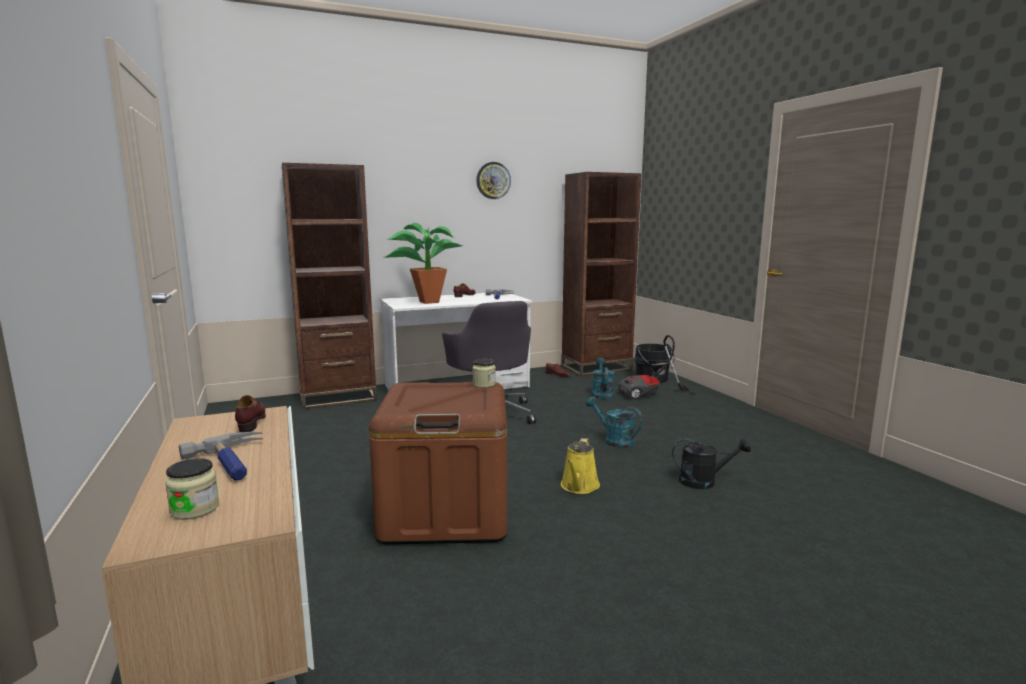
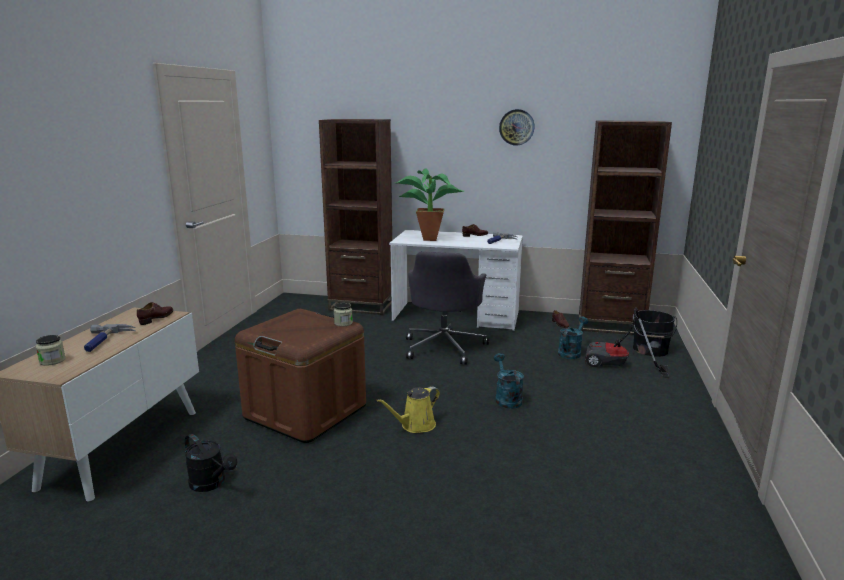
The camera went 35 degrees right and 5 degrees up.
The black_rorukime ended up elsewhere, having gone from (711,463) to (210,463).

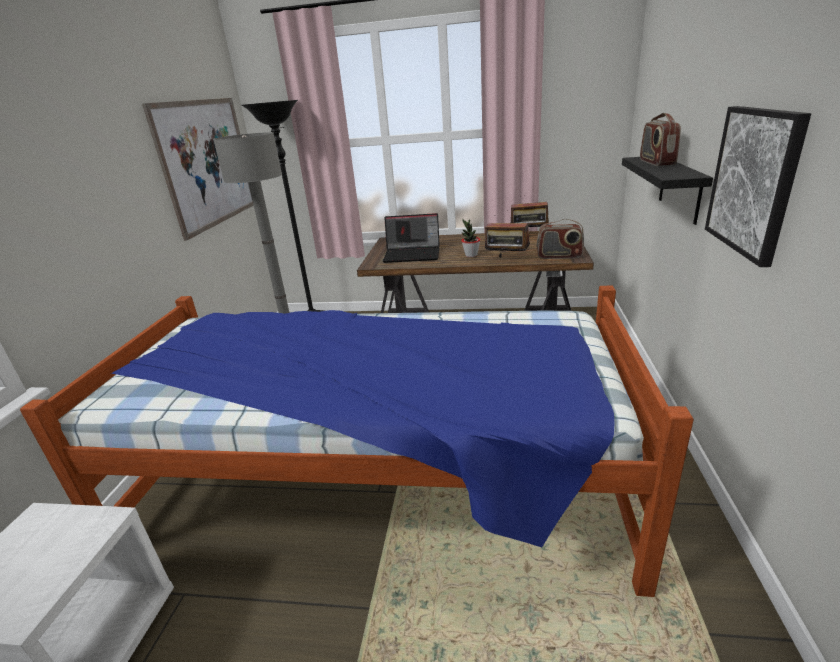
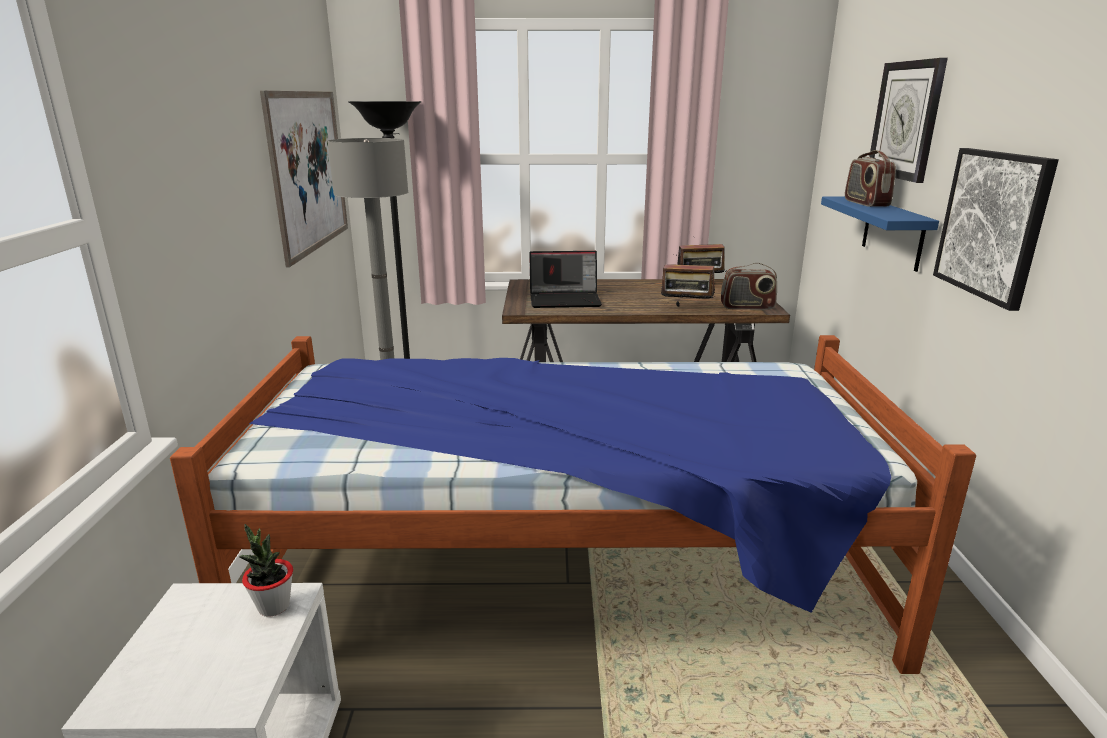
The camera went 10 degrees left and 5 degrees down.
What was the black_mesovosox at (667,191) turned into the blue_mesovosox at (880,234).
The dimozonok ended up elsewhere, having gone from (470,238) to (266,570).
The second view gained the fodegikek at (908,120).

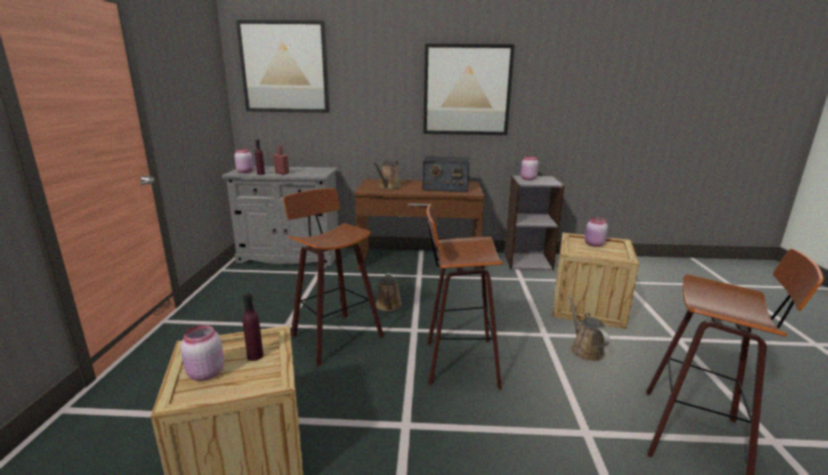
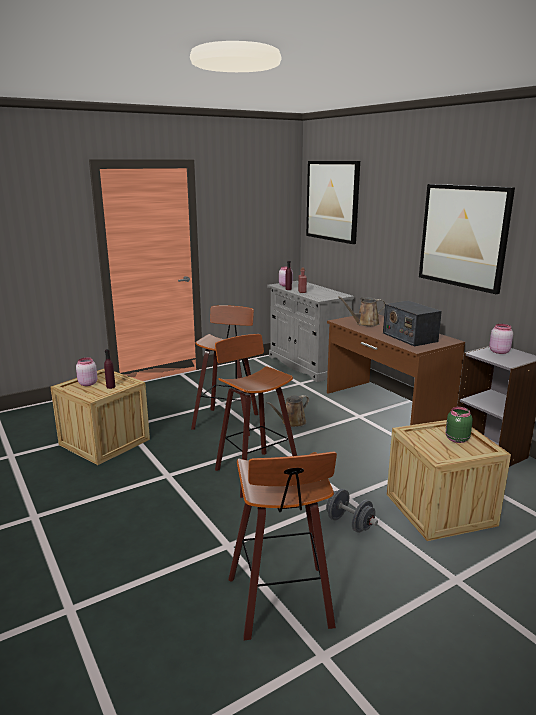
The camera went 55 degrees right and 0 degrees up.
What was the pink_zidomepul at (596,232) turned into the green_zidomepul at (459,425).
Where the brown_rorukime stood at (589,328), the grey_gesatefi came to stand at (351,511).

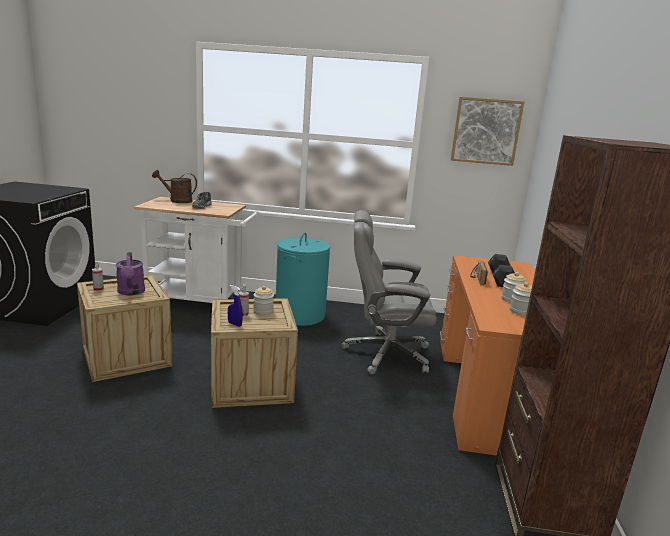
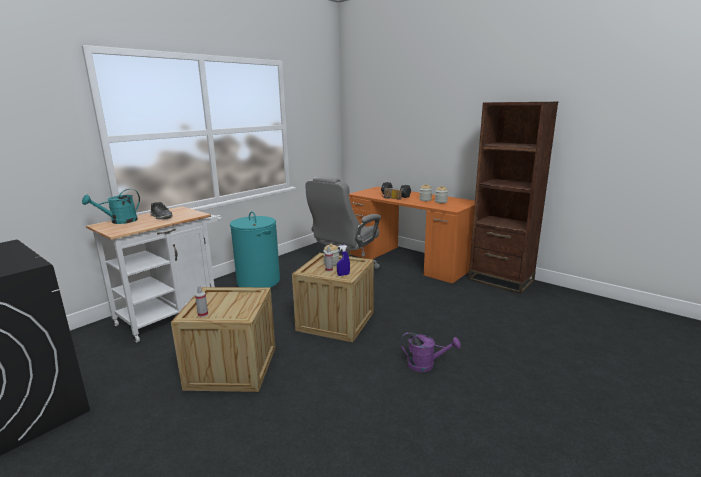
The camera went 55 degrees left and 0 degrees up.
The second view lost the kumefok at (487,131).
What was the brown_rorukime at (174,186) turned into the turquoise_rorukime at (111,206).
The purple_rorukime ended up elsewhere, having gone from (130,274) to (431,352).

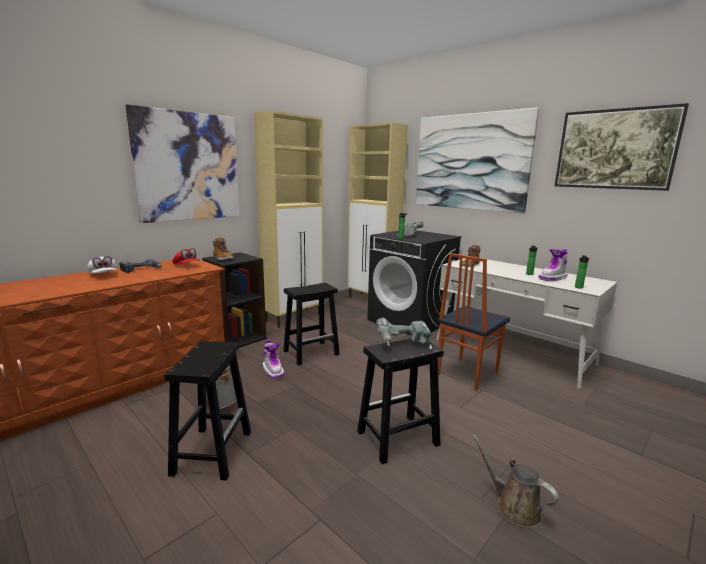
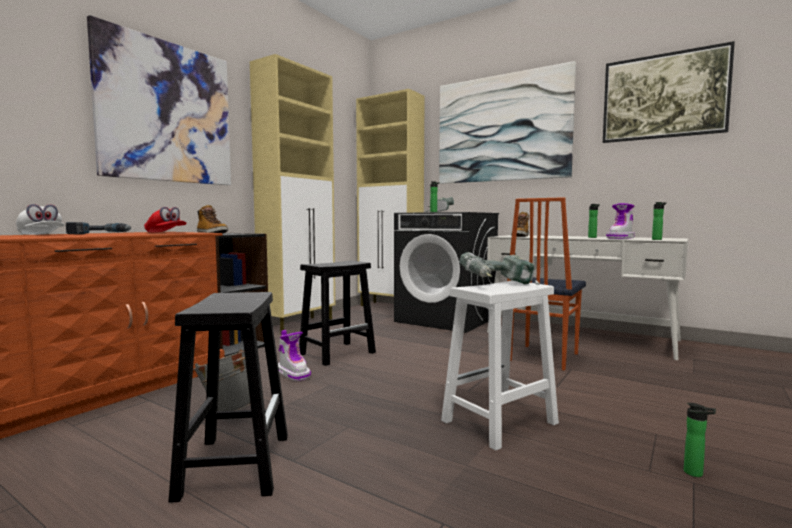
The camera went 10 degrees left and 10 degrees down.
What was the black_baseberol at (400,401) turned into the white_baseberol at (500,366).
Where the brown_rorukime stood at (515,481), the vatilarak came to stand at (700,440).

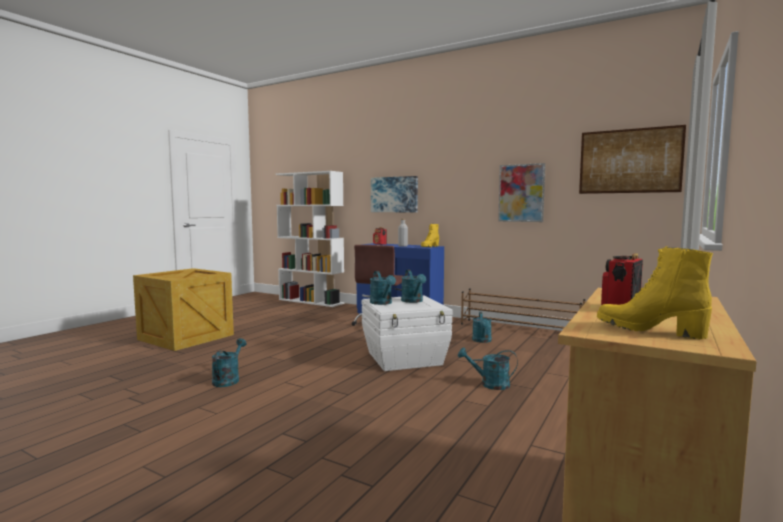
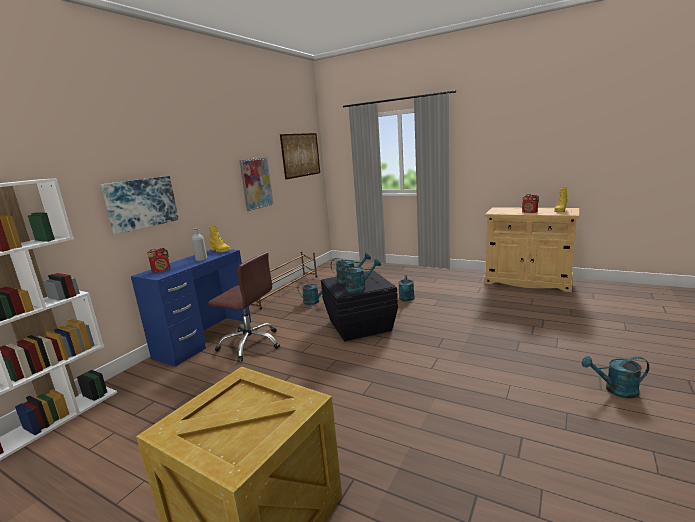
The camera went 90 degrees left and 10 degrees up.
What was the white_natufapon at (407,333) turned into the black_natufapon at (359,305).
The turquoise_rorukime ended up elsewhere, having gone from (229,362) to (615,377).

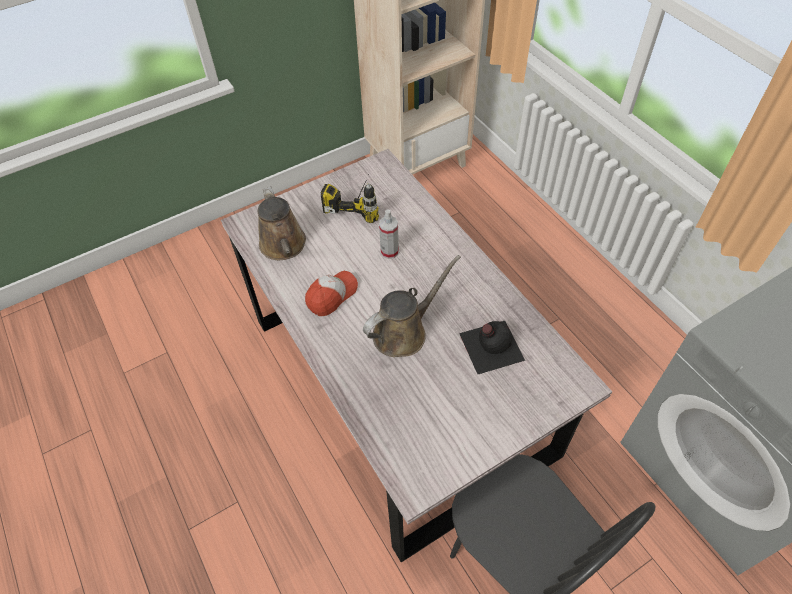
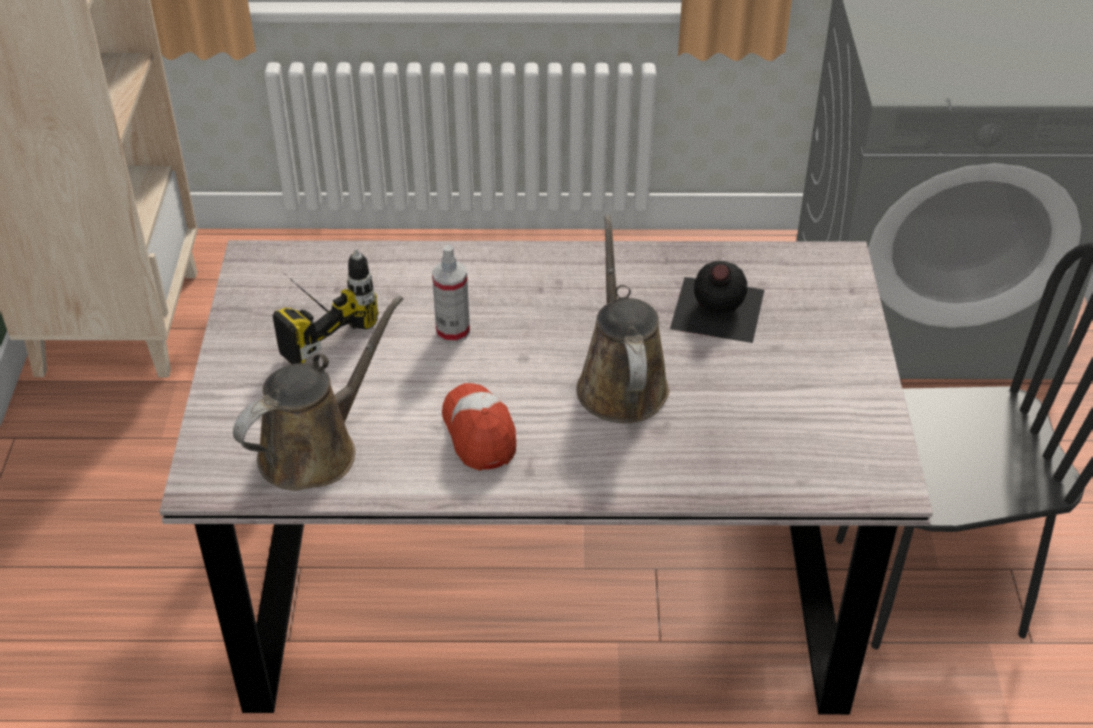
The camera went 60 degrees left and 10 degrees down.
The brown_rorukime at (282,223) ended up facing another way, 60 degrees counterclockwise from before.

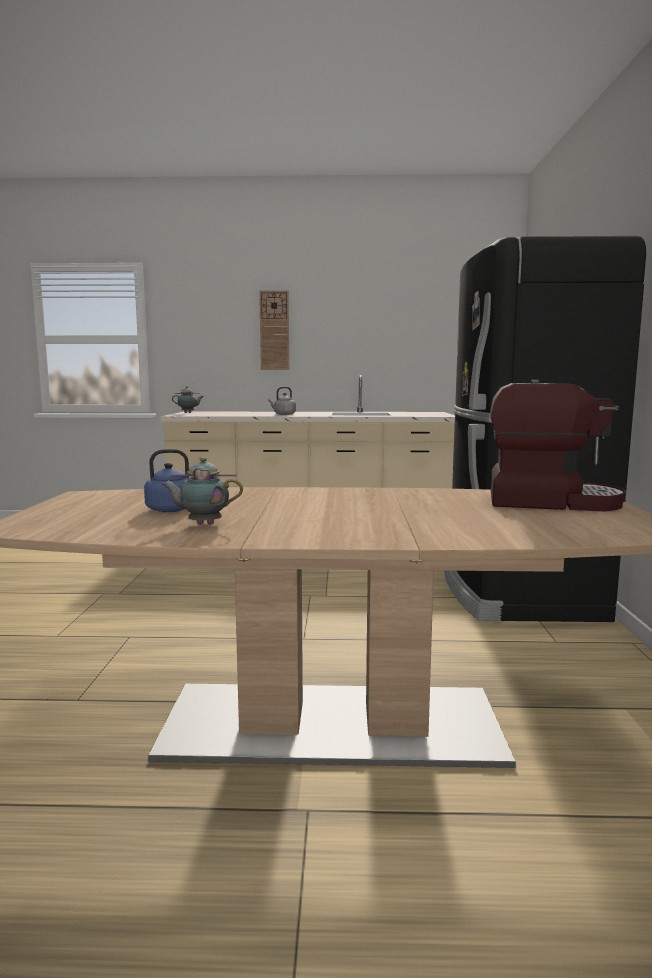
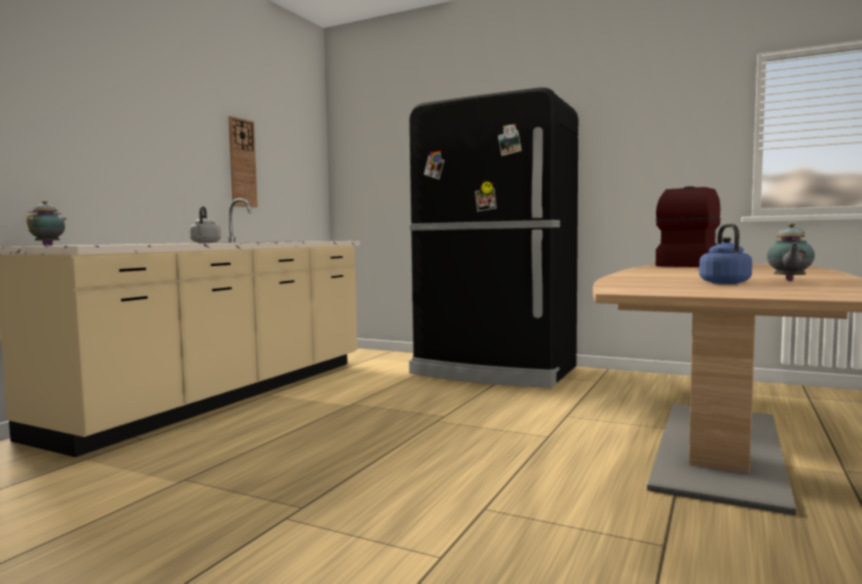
The camera went 65 degrees left and 5 degrees down.
The fodegikek ended up elsewhere, having gone from (274,330) to (243,162).

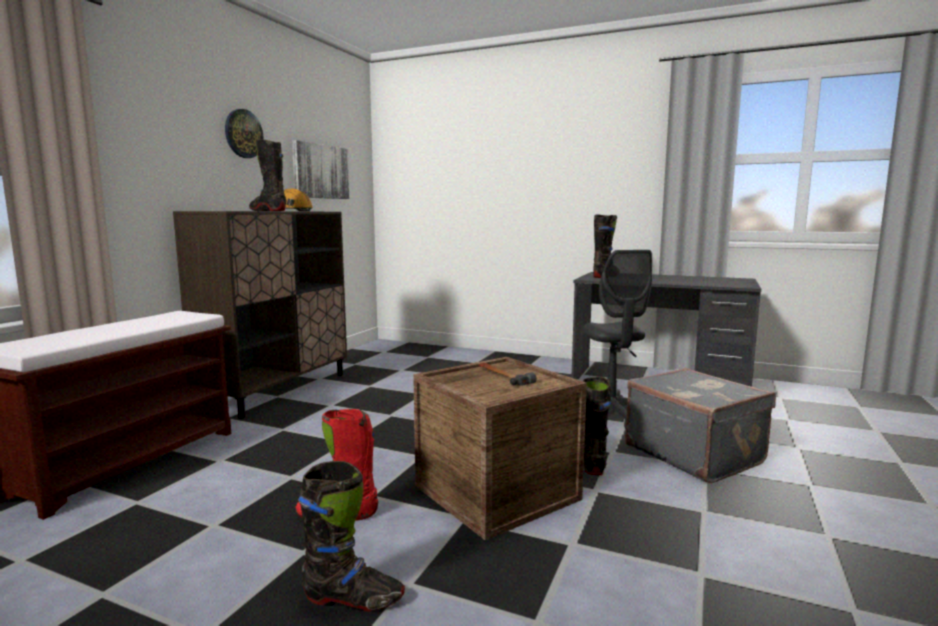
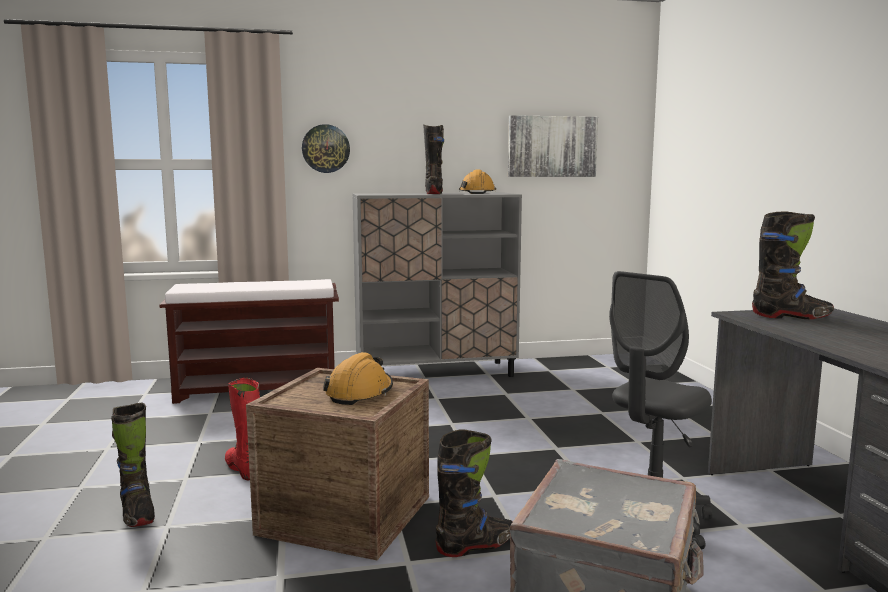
The camera went 55 degrees right and 0 degrees up.
The fodegikek ended up elsewhere, having gone from (244,133) to (326,148).
What was the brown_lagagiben at (260,315) turned into the grey_lagagiben at (437,285).
Where the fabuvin stood at (507,374), the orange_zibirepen came to stand at (358,378).

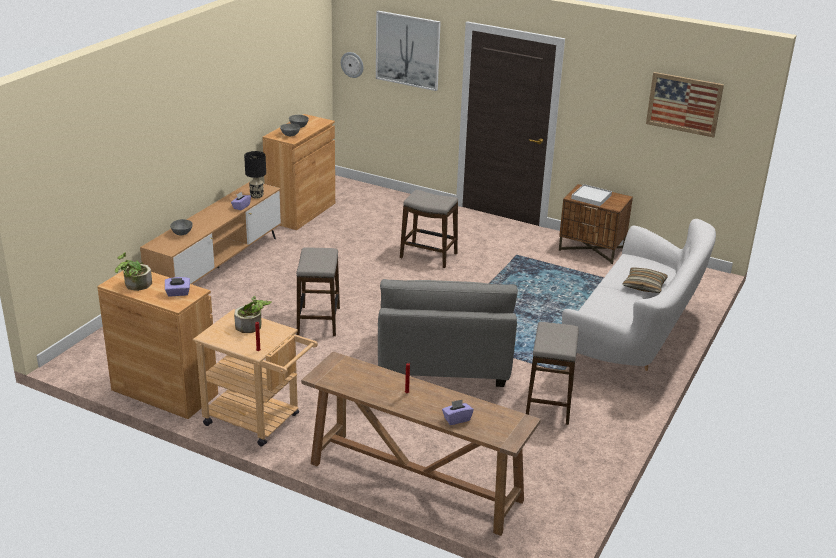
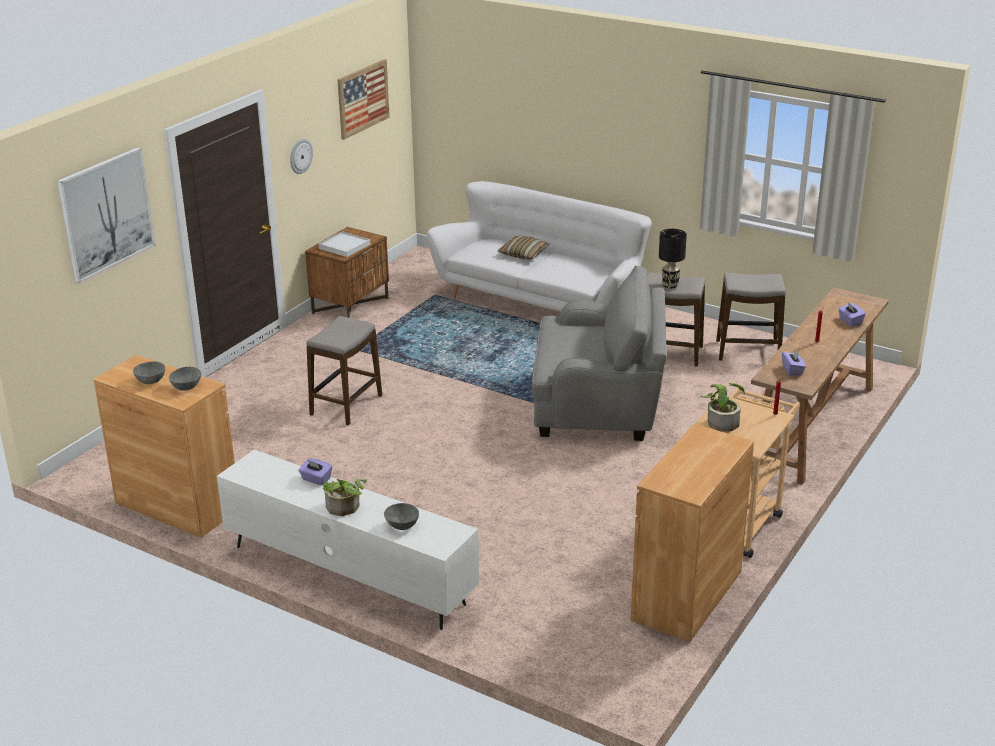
The camera went 85 degrees left and 0 degrees up.
The fodegikek ended up elsewhere, having gone from (352,65) to (301,156).
The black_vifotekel ended up elsewhere, having gone from (255,175) to (673,259).
What was the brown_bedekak at (211,233) turned into the white_bedekak at (348,540).
The baseberol ended up elsewhere, having gone from (318,292) to (751,317).
The dimozonok ended up elsewhere, having gone from (133,271) to (345,497).
The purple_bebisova ended up elsewhere, having gone from (177,286) to (794,363).

